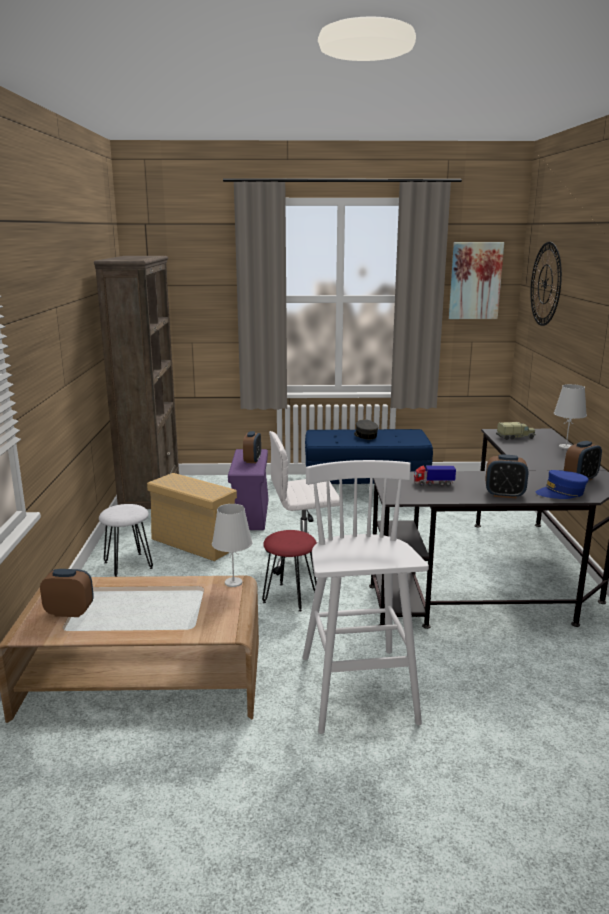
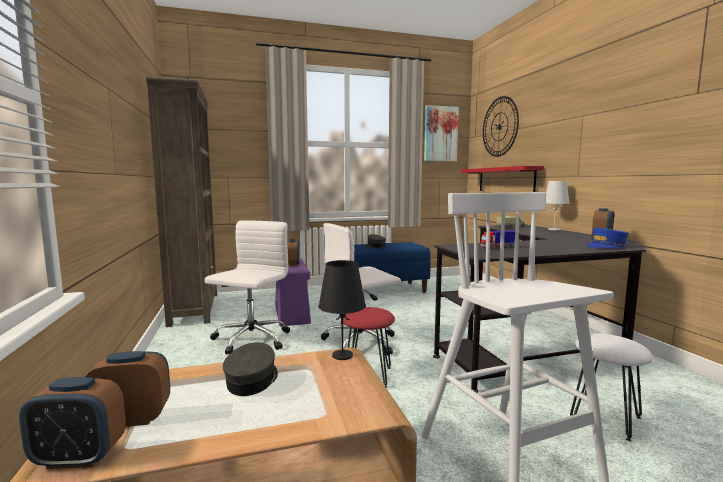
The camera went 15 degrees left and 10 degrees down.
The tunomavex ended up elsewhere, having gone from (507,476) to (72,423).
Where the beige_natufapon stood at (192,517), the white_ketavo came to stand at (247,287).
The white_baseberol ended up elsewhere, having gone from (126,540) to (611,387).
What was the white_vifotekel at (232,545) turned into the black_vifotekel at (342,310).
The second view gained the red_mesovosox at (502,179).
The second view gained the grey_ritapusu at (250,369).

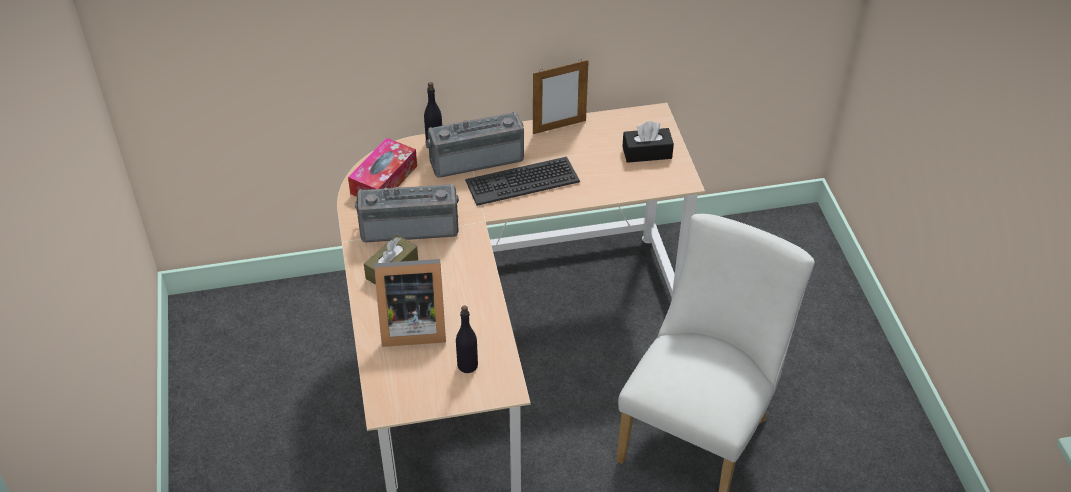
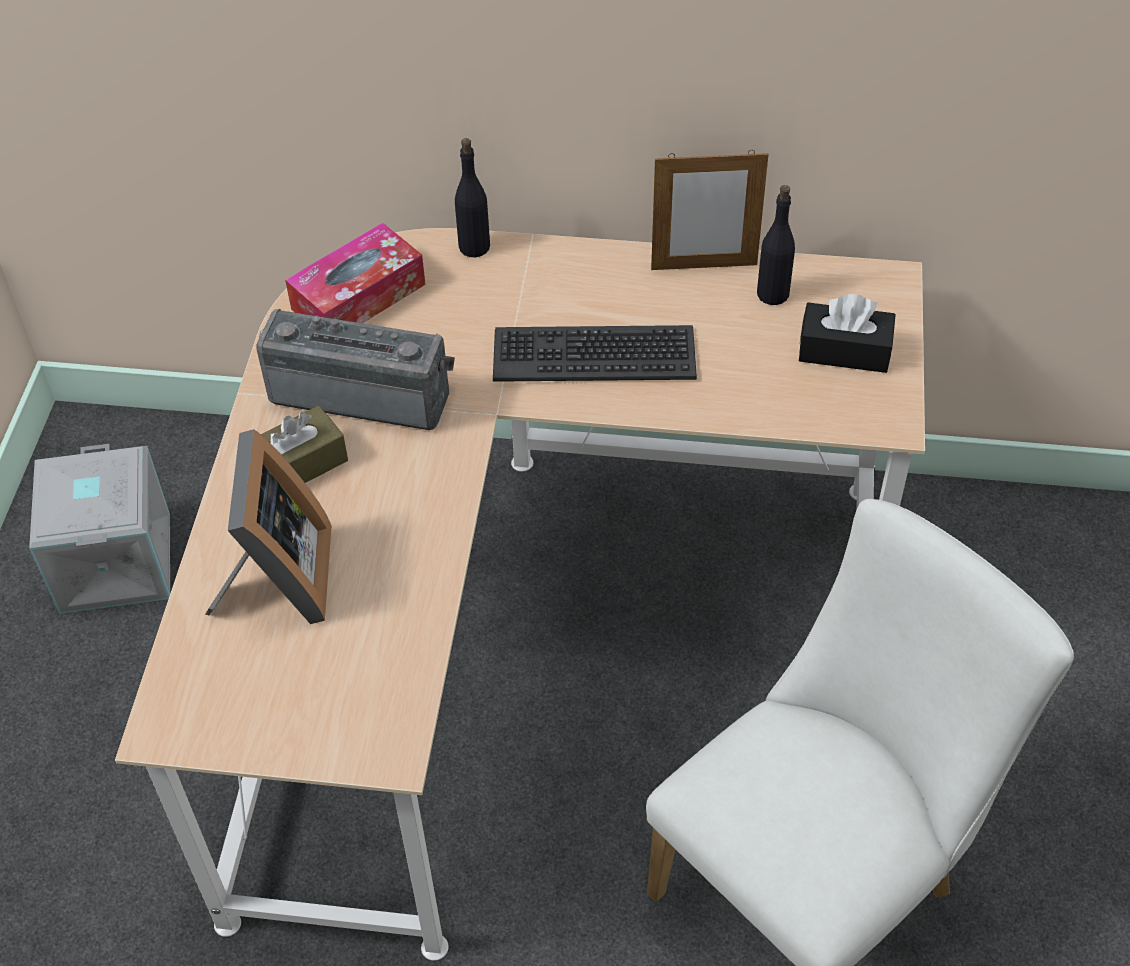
The camera went 20 degrees right and 5 degrees up.
The second view lost the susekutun at (474,145).
The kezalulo at (410,303) ended up facing another way, 105 degrees counterclockwise from before.
The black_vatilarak ended up elsewhere, having gone from (467,339) to (776,245).
The second view gained the grey_natufapon at (99,529).

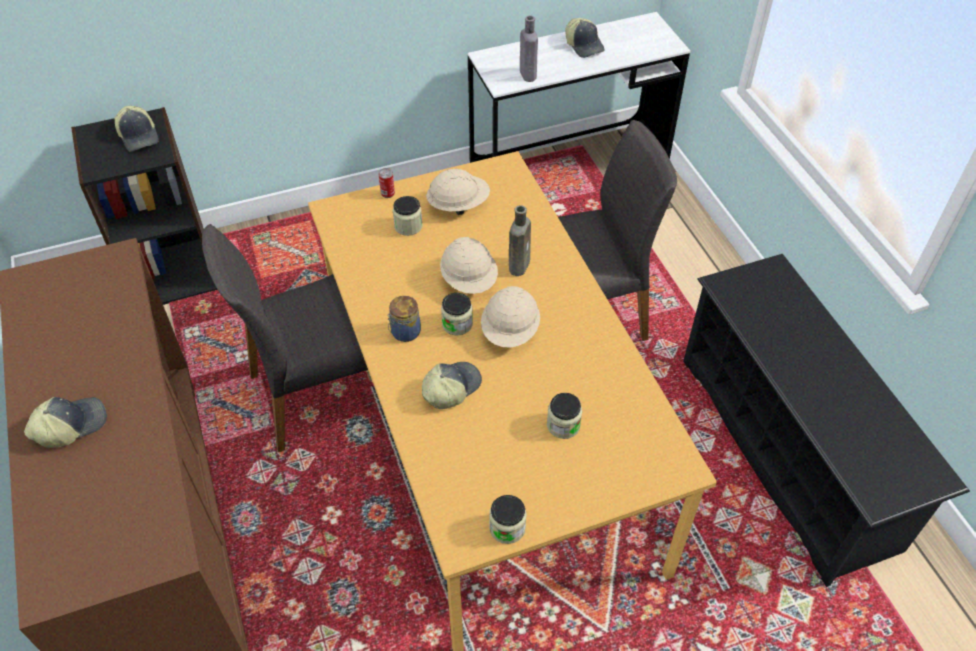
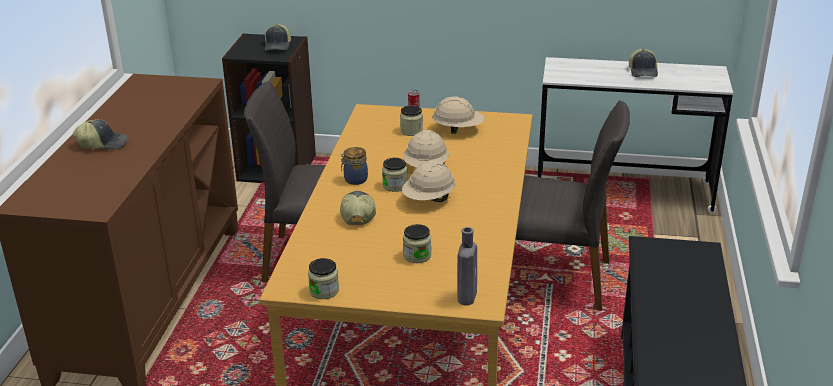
The camera went 30 degrees right and 20 degrees down.
The grey_vatilarak ended up elsewhere, having gone from (529,49) to (467,266).
The second view lost the brown_vatilarak at (520,240).
The ritapusu at (452,385) ended up facing another way, 75 degrees counterclockwise from before.

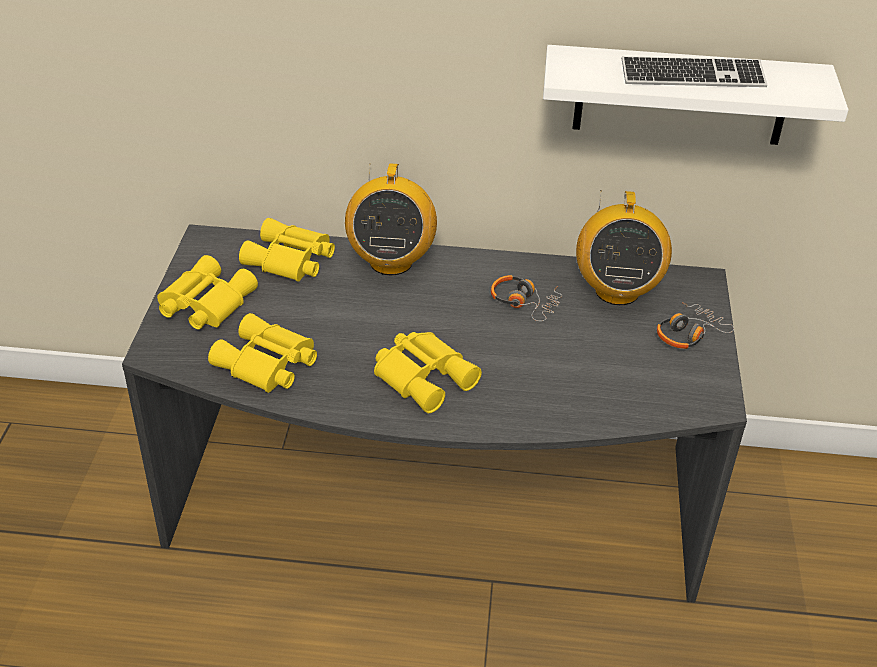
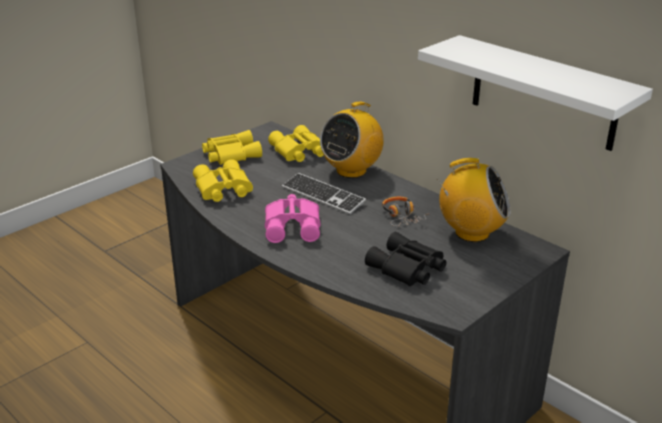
The camera went 40 degrees right and 10 degrees down.
The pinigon ended up elsewhere, having gone from (694,71) to (324,193).
The susekutun at (624,247) ended up facing another way, 120 degrees counterclockwise from before.
The second view lost the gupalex at (695,325).
What was the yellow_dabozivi at (428,372) turned into the pink_dabozivi at (293,218).
The second view gained the black_dabozivi at (405,259).

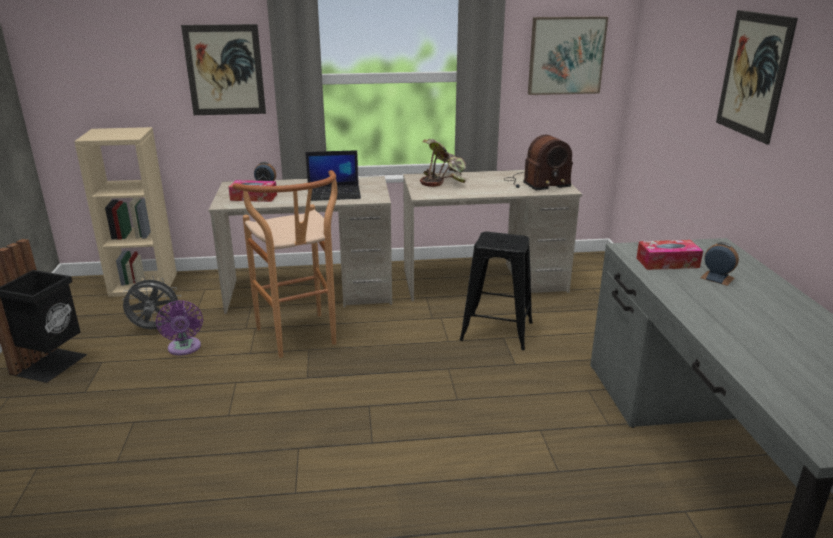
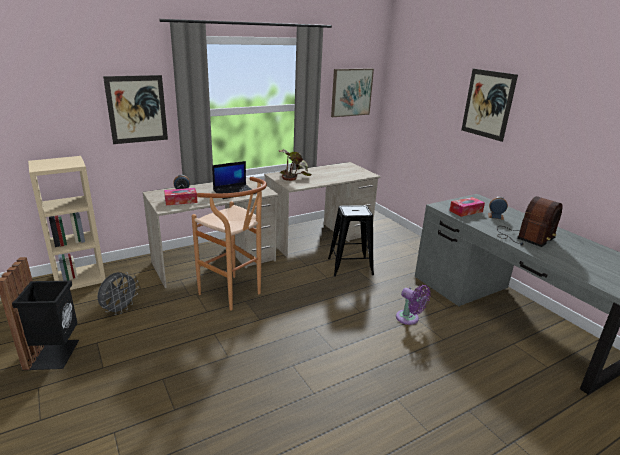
The camera went 25 degrees left and 0 degrees up.
The susekutun ended up elsewhere, having gone from (538,162) to (530,221).
The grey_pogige at (151,303) ended up facing another way, 150 degrees clockwise from before.
The purple_pogige ended up elsewhere, having gone from (179,328) to (413,305).

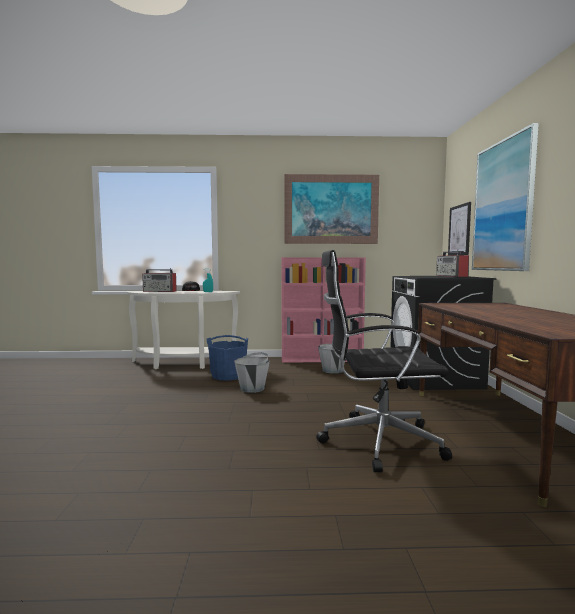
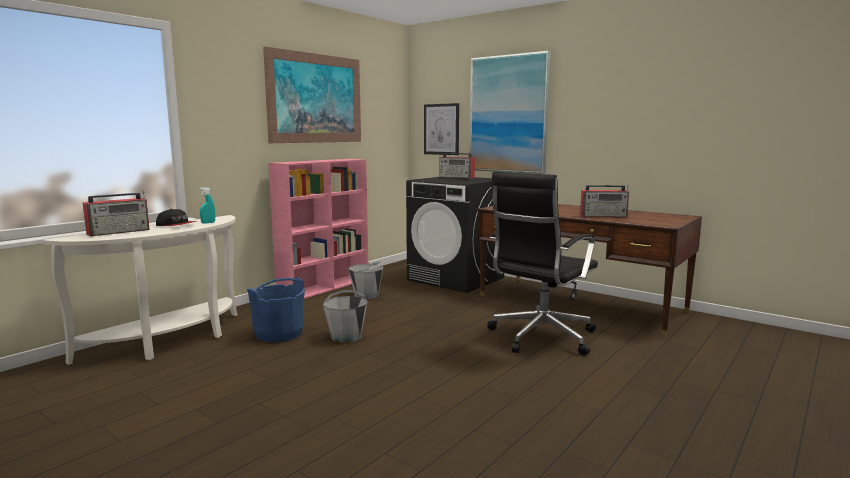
The camera went 50 degrees left and 5 degrees up.
The second view gained the susekutun at (604,201).

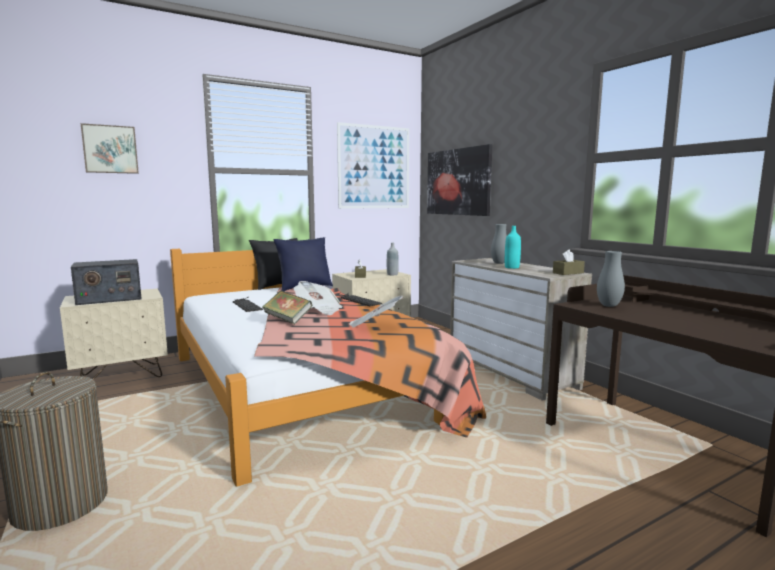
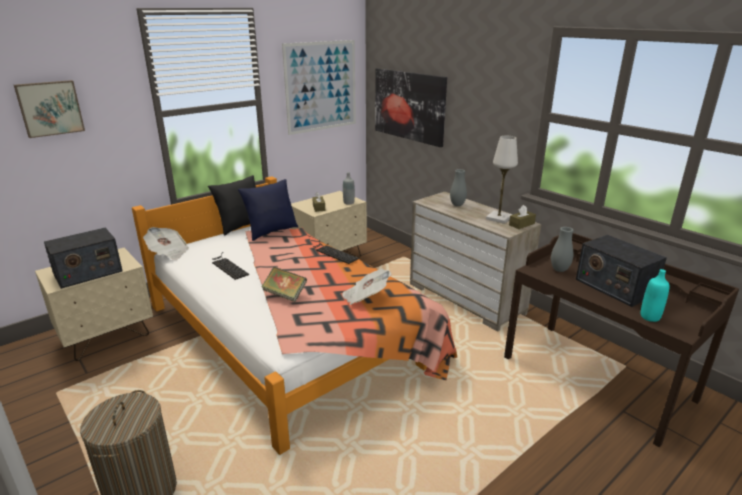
The camera went 10 degrees left and 15 degrees up.
The turquoise_vatilarak ended up elsewhere, having gone from (513,247) to (655,295).
The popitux ended up elsewhere, having gone from (318,298) to (166,243).
The second view gained the white_vifotekel at (502,180).
The second view gained the susekutun at (621,271).

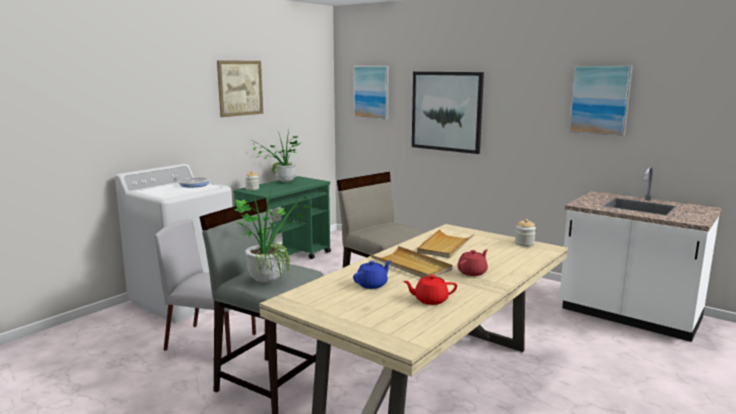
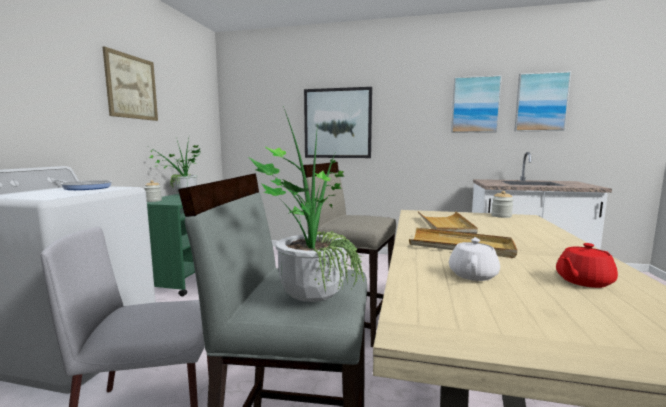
The camera went 25 degrees left and 5 degrees down.
The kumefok ended up elsewhere, having gone from (371,93) to (542,101).
The second view lost the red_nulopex at (472,262).
What was the blue_nulopex at (372,274) turned into the white_nulopex at (474,259).

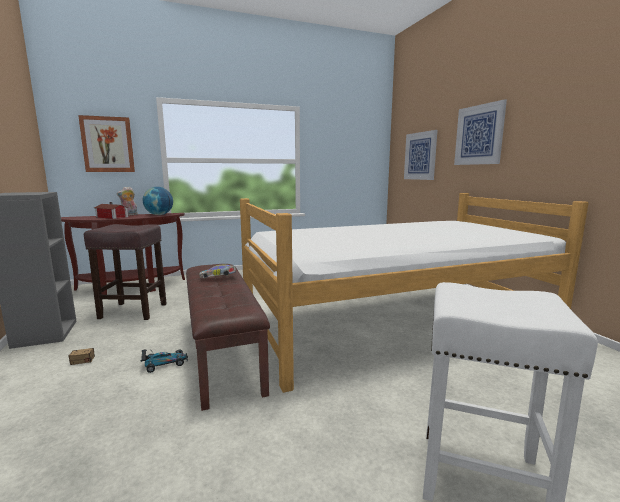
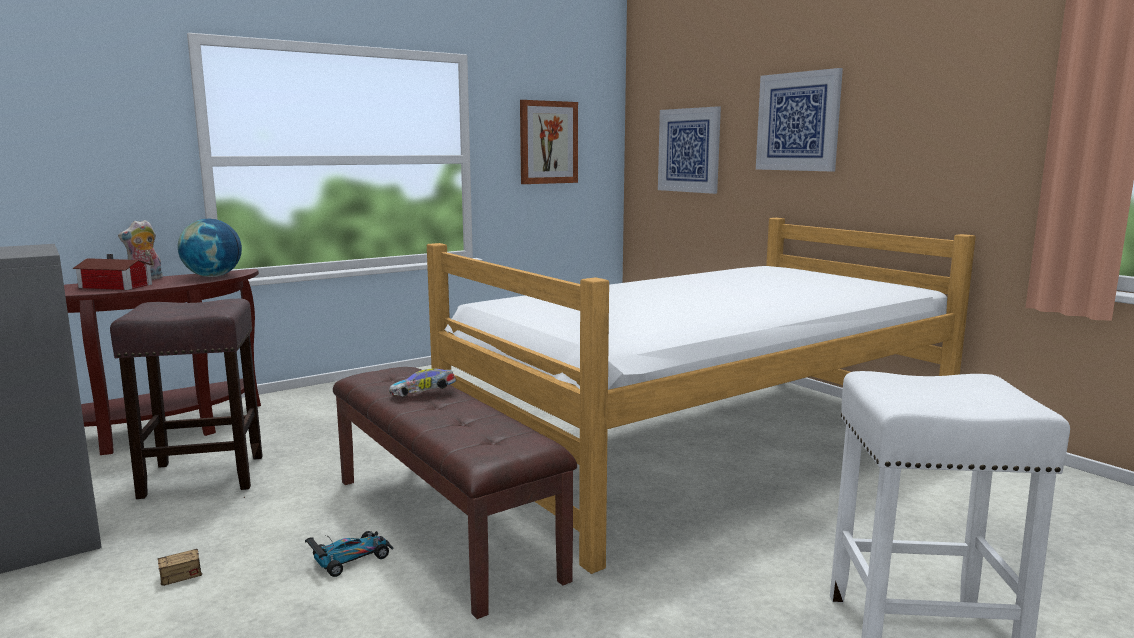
The camera went 15 degrees left and 0 degrees up.
The kumefok ended up elsewhere, having gone from (106,143) to (549,142).

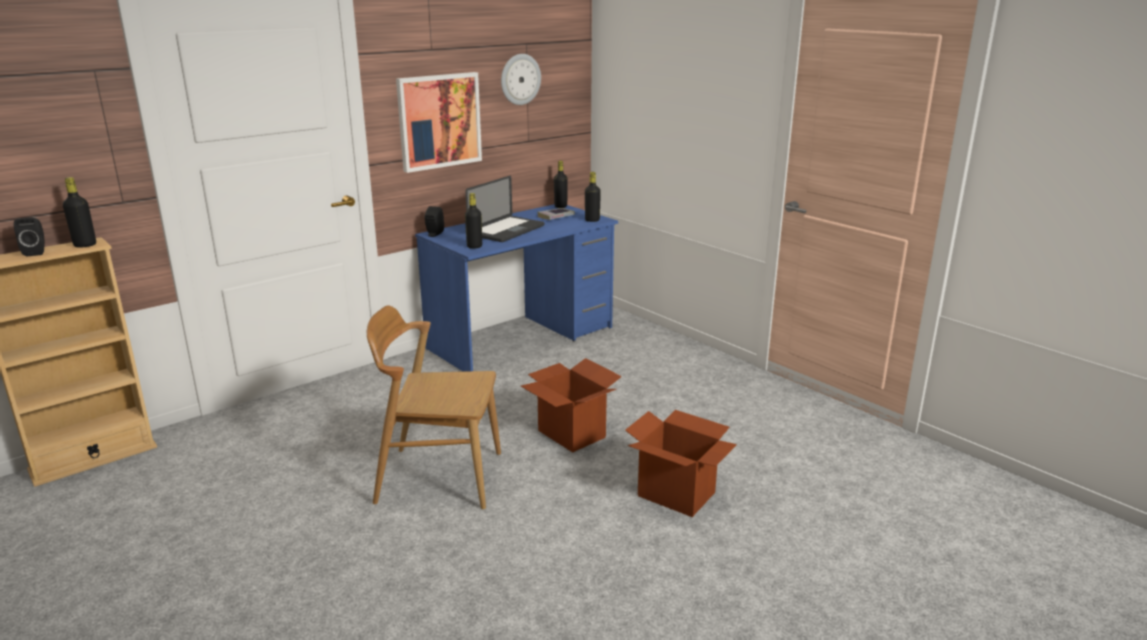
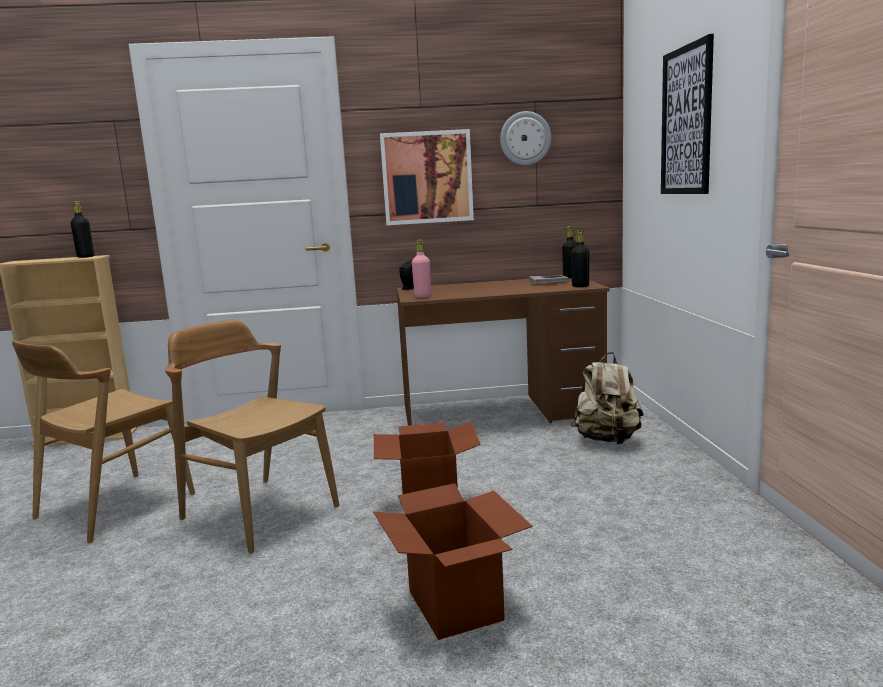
The camera went 35 degrees right and 10 degrees down.
The second view lost the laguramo at (504,209).
What was the black_vatilarak at (473,221) turned into the pink_vatilarak at (421,269).
What was the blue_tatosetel at (516,288) turned into the brown_tatosetel at (503,352).
The second view lost the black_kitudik at (29,236).
The second view gained the kumefok at (687,114).
The second view gained the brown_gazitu at (103,441).
The second view gained the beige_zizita at (607,398).

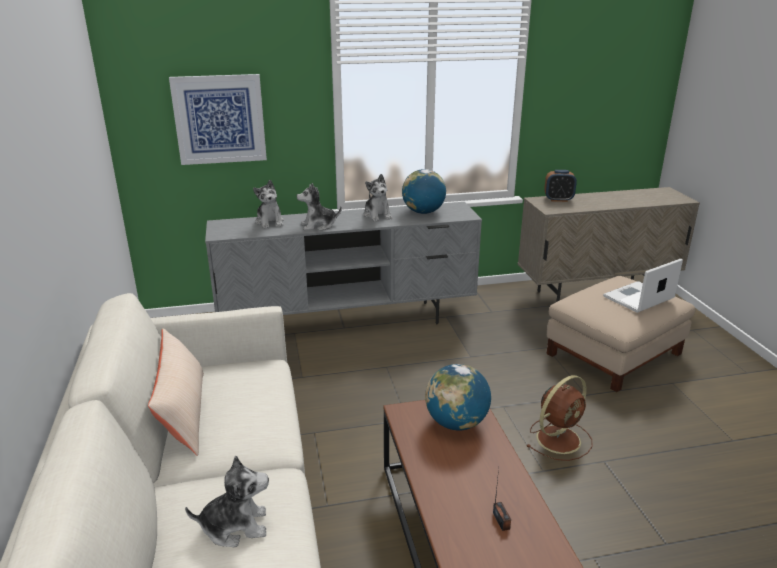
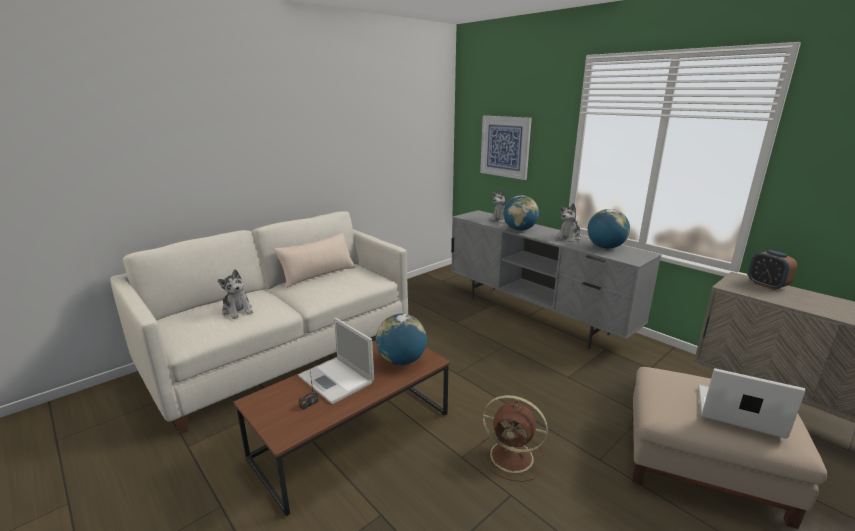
The camera went 60 degrees right and 5 degrees down.
Where the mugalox stood at (319,207), the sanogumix came to stand at (521,213).
The second view gained the laguramo at (336,361).

